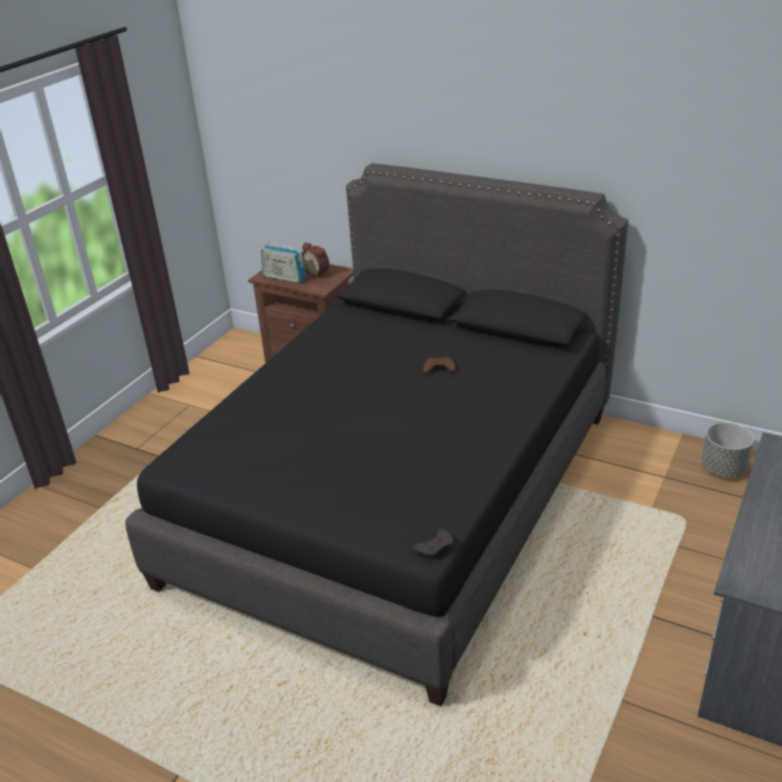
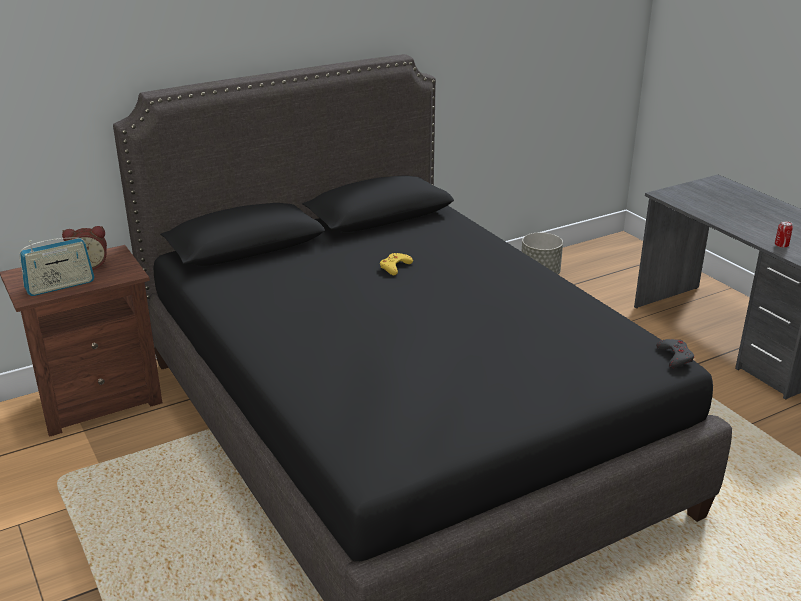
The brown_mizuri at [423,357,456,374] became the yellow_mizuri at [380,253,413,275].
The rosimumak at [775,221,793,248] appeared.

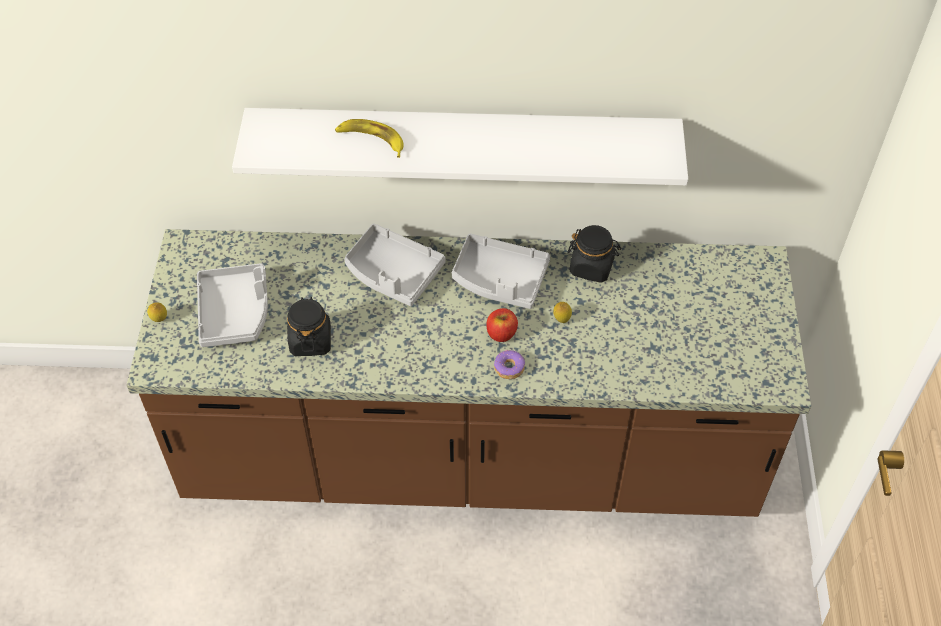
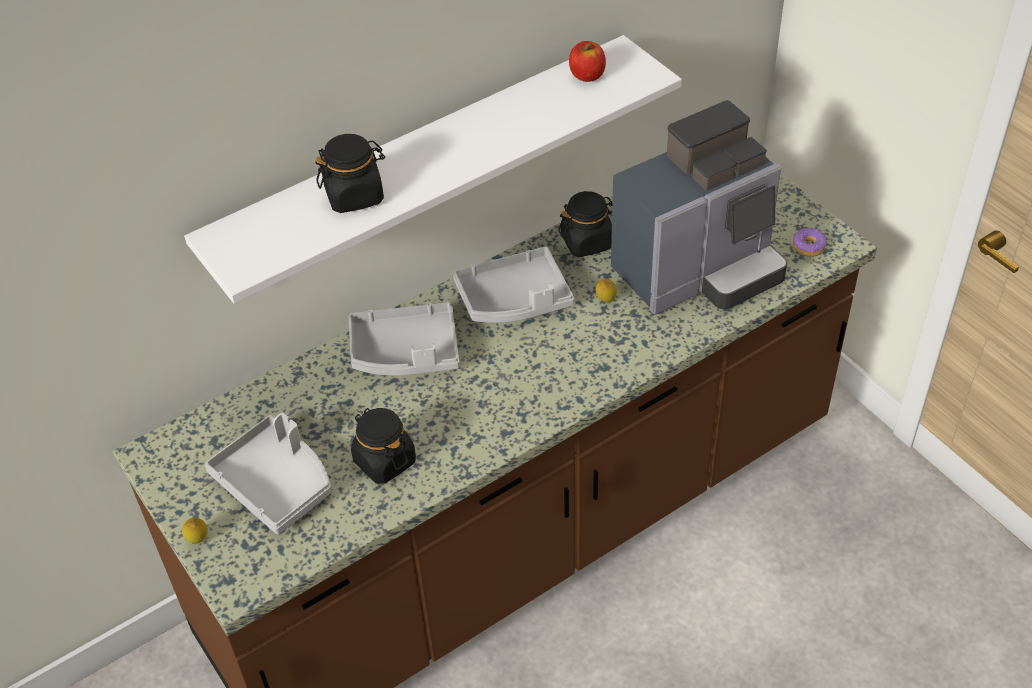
The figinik at [335,119,404,158] was replaced by the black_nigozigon at [315,134,385,213].
The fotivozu moved from [486,308,518,342] to [569,41,606,82].
The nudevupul at [611,100,787,314] appeared.
The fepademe moved from [494,350,525,379] to [793,228,827,257].

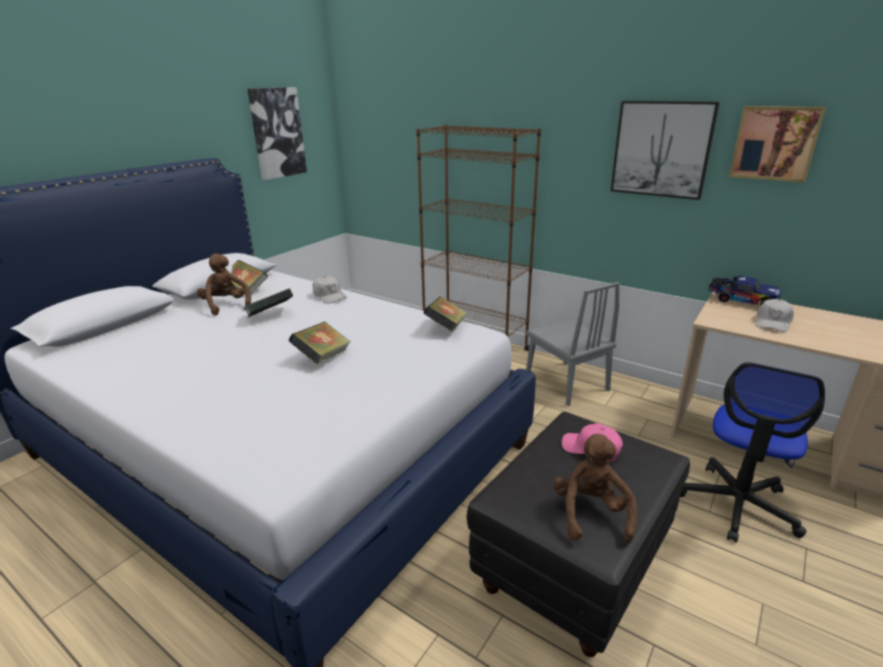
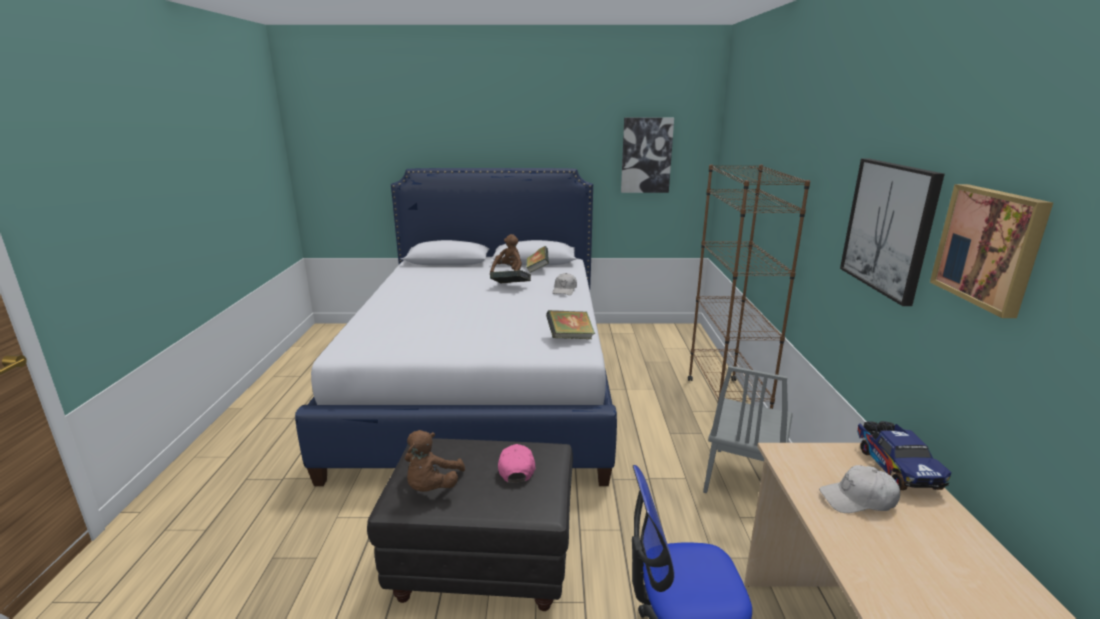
The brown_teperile at [553,434,638,543] turned 135 degrees clockwise.
The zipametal at [289,322,351,364] disappeared.

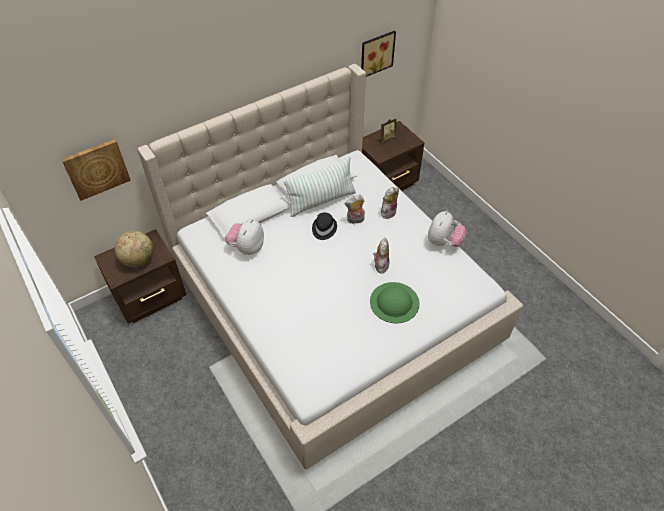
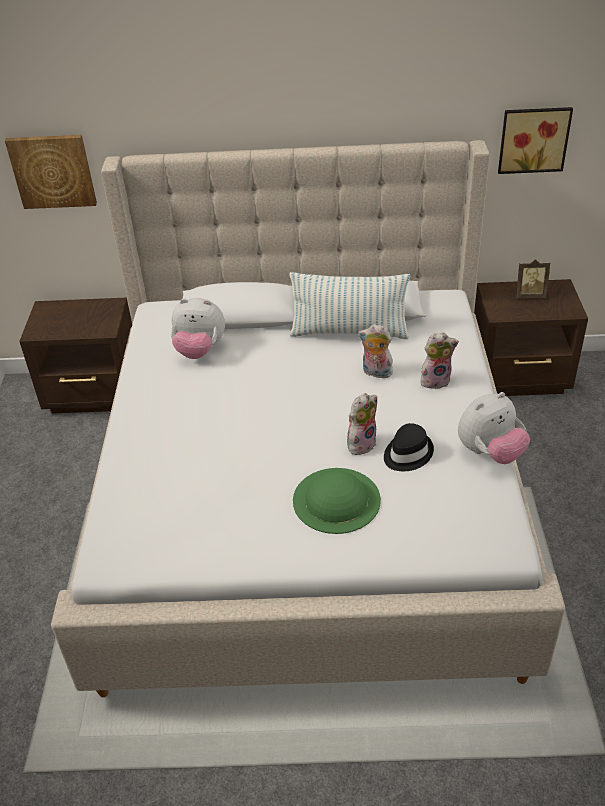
The teperile at [225,219,264,255] turned 135 degrees counterclockwise.
The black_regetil moved from [312,213,337,240] to [384,423,434,471].
The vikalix at [115,231,153,267] disappeared.

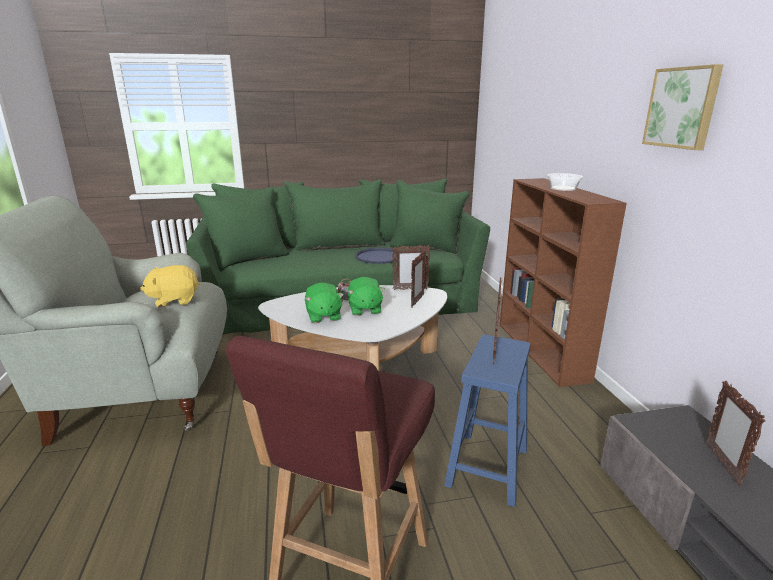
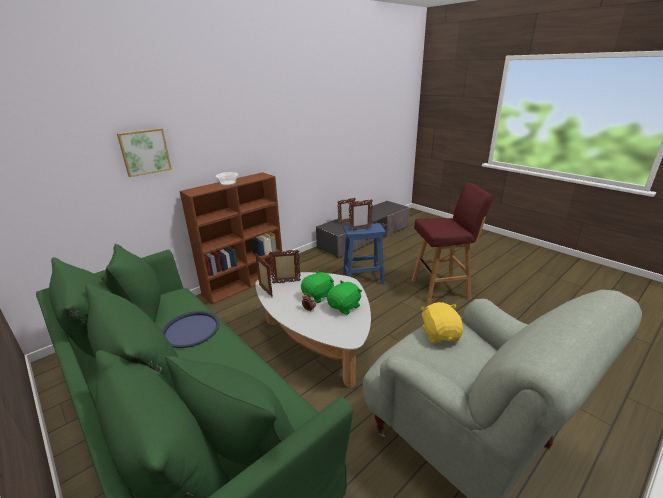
The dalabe moved from [642,64,724,150] to [117,128,172,177].
The yellow_teperile at [140,265,199,307] turned 135 degrees counterclockwise.

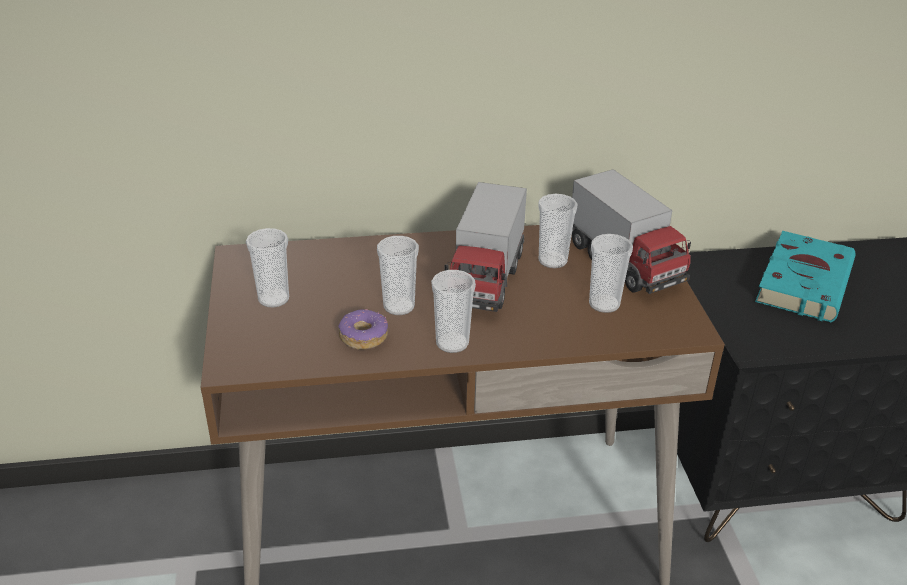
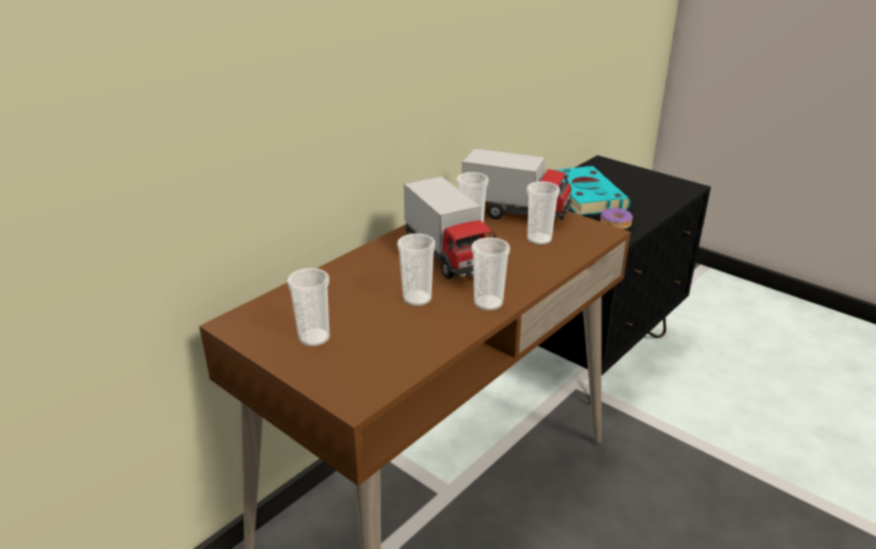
The fepademe moved from [339,309,388,350] to [600,207,633,229].

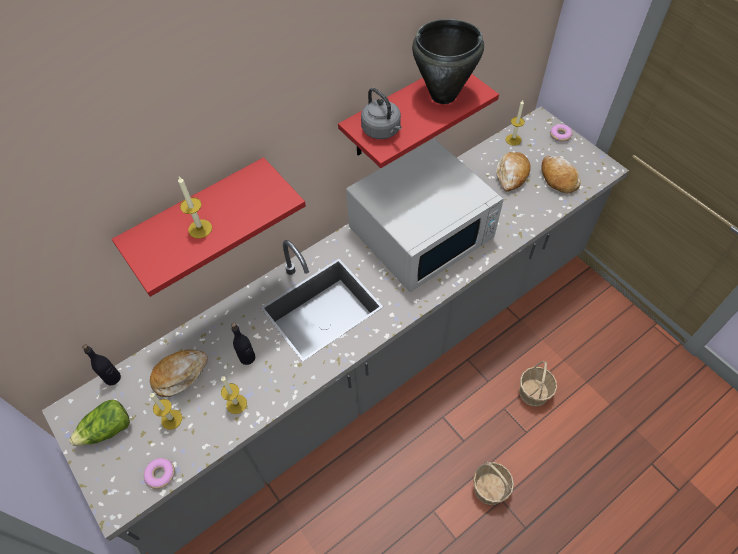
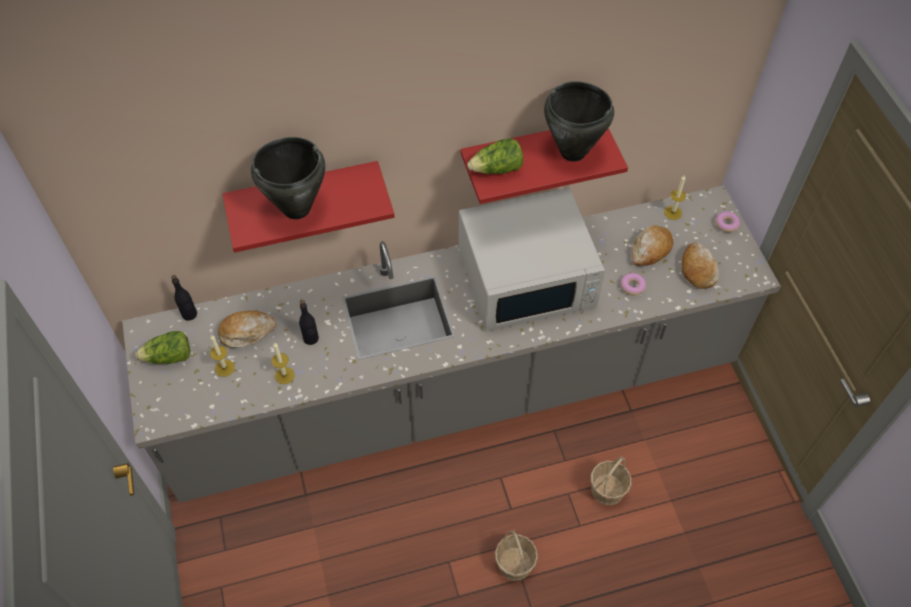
The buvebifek at [178,177,212,239] was replaced by the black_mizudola at [251,137,325,219].
The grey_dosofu at [361,88,402,139] was replaced by the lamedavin at [467,138,523,174].
The fepademe moved from [144,458,175,489] to [620,273,646,296].

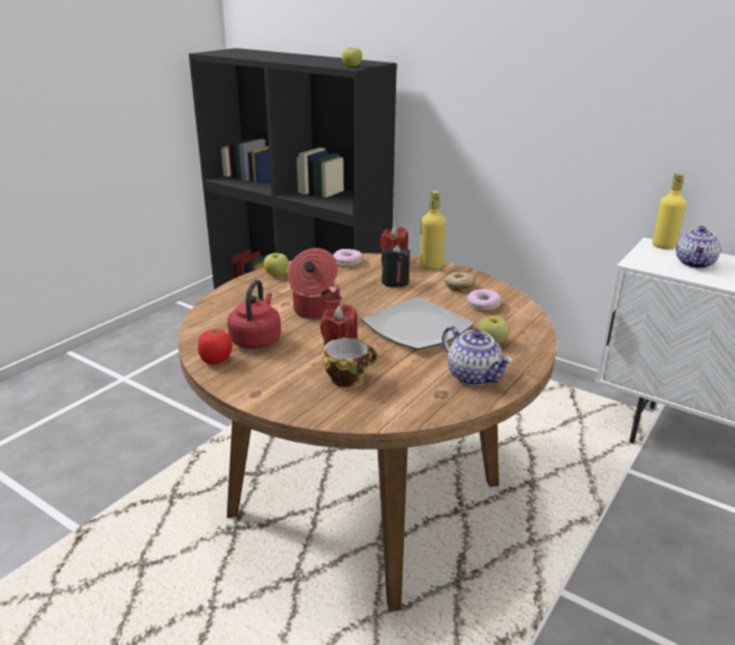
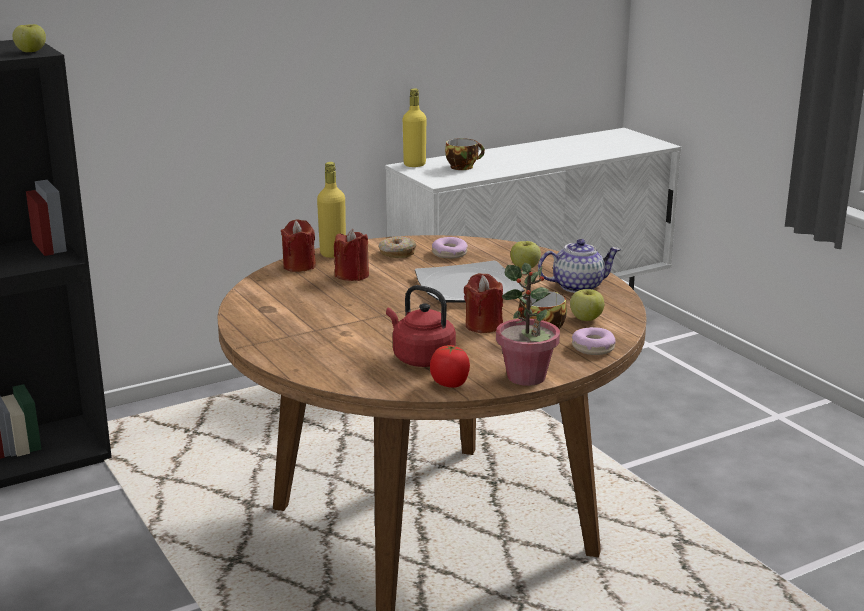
The black_buvebifek at [382,245,411,288] became the red_buvebifek at [334,229,369,281].
The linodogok at [676,226,721,268] was replaced by the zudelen at [445,138,485,170].
The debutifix at [496,263,560,386] appeared.
The fotivozu moved from [264,253,289,276] to [570,289,604,321].
The fepademe moved from [333,249,363,267] to [572,327,616,355].
The mizudola at [288,248,342,320] disappeared.

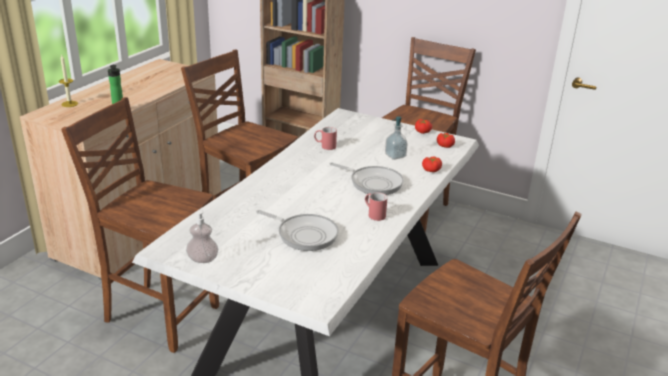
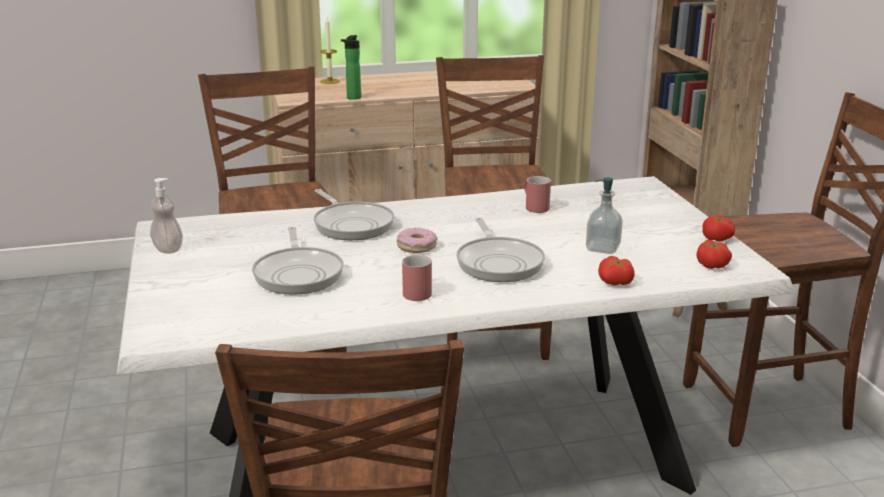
The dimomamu at [314,189,394,240] appeared.
The fepademe at [397,228,437,253] appeared.

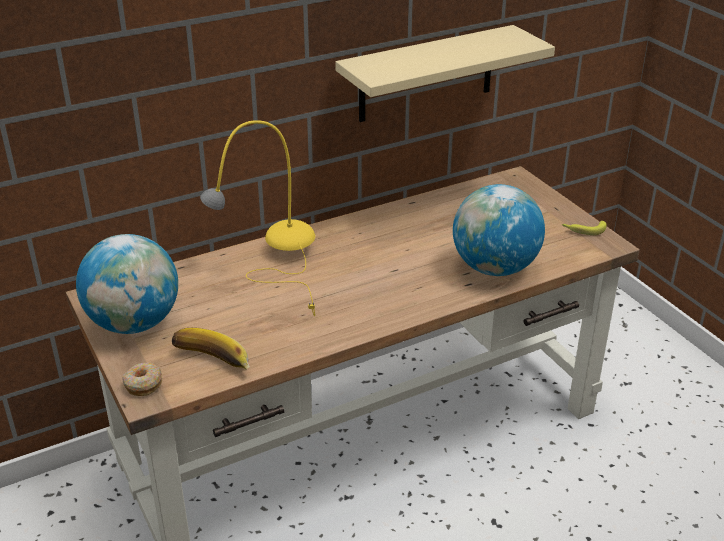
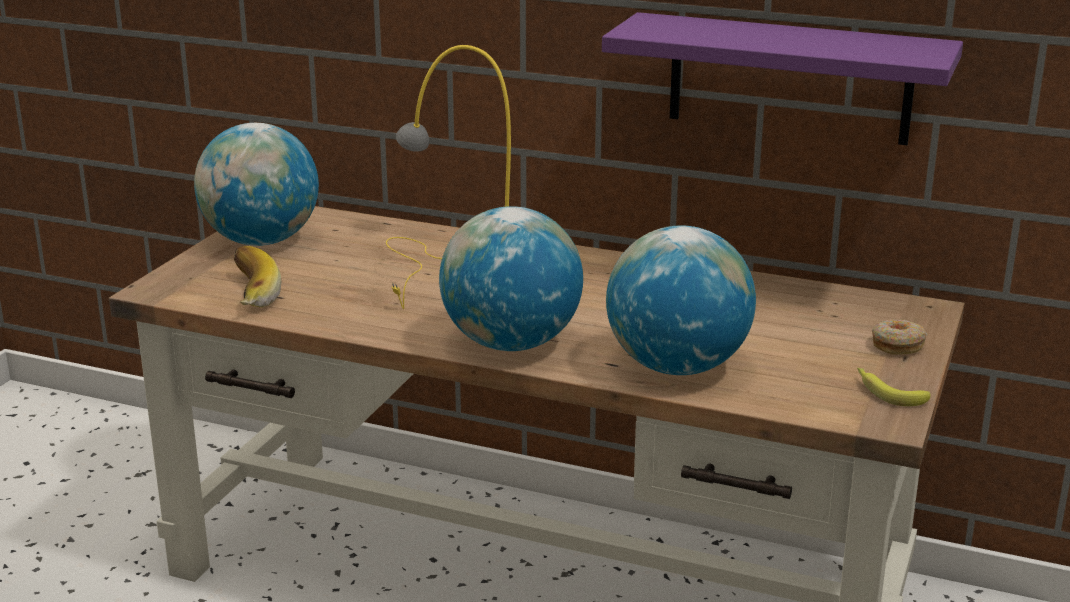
The vikalix at [439,206,583,351] appeared.
The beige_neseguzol at [335,25,555,122] became the purple_neseguzol at [602,12,963,145].
The fepademe moved from [122,363,162,396] to [872,319,927,354].

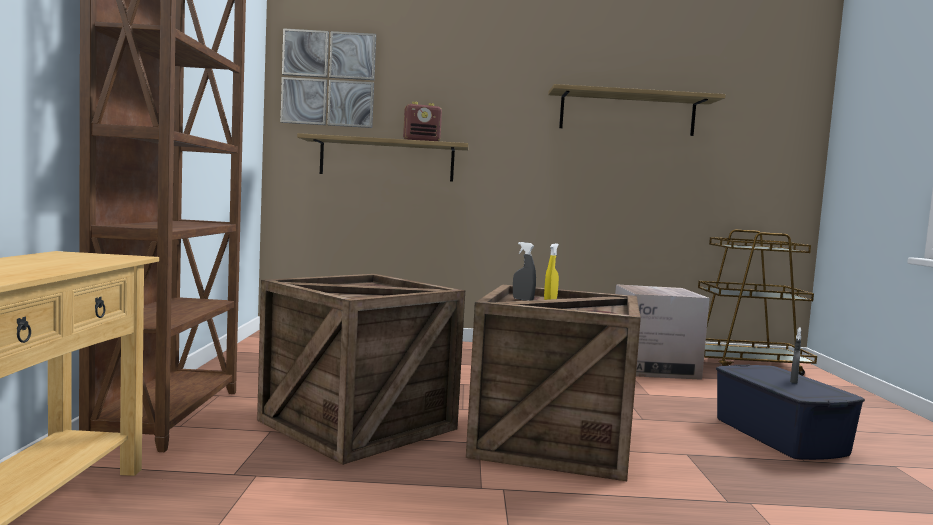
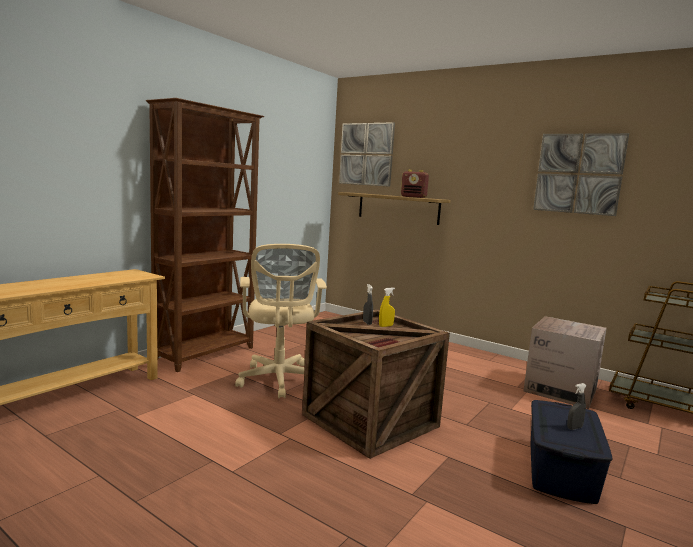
The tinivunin at [257,274,465,465] was replaced by the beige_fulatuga at [235,244,327,399].
The neseguzol at [548,84,726,136] was replaced by the dalabe at [533,133,629,216].

